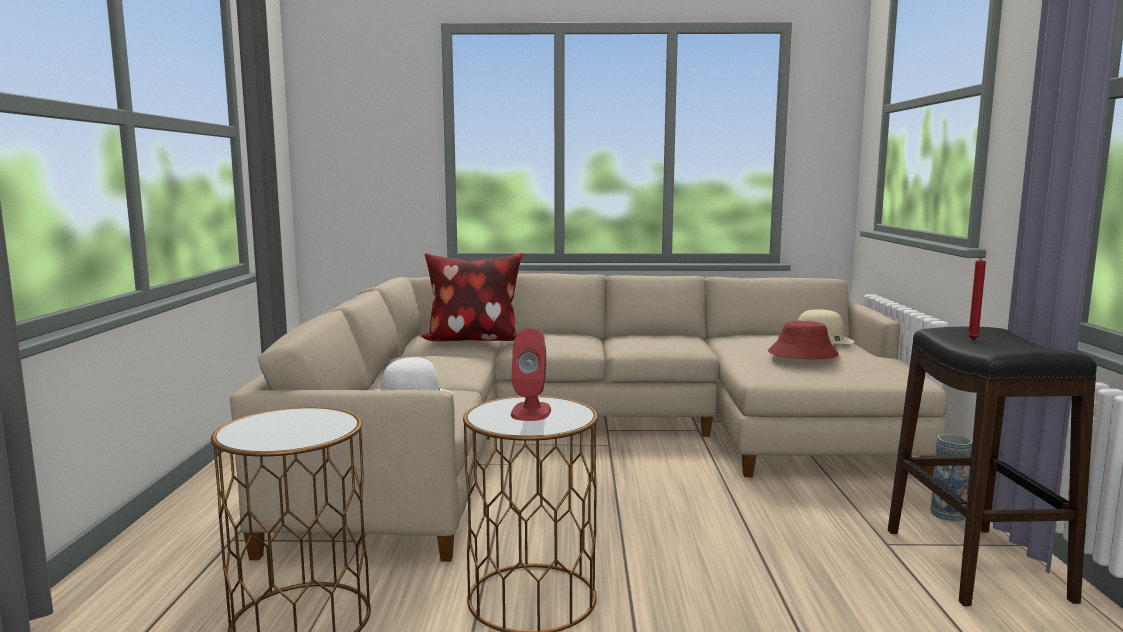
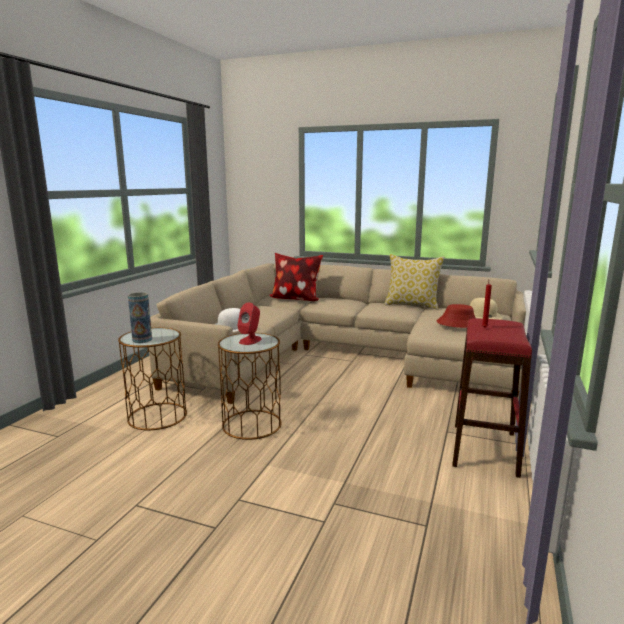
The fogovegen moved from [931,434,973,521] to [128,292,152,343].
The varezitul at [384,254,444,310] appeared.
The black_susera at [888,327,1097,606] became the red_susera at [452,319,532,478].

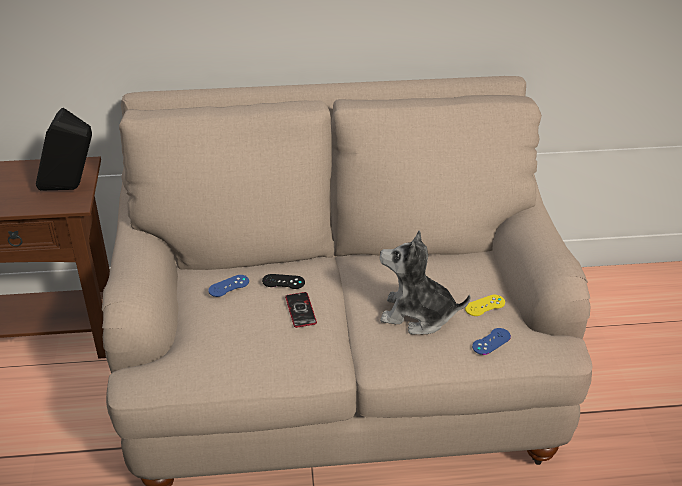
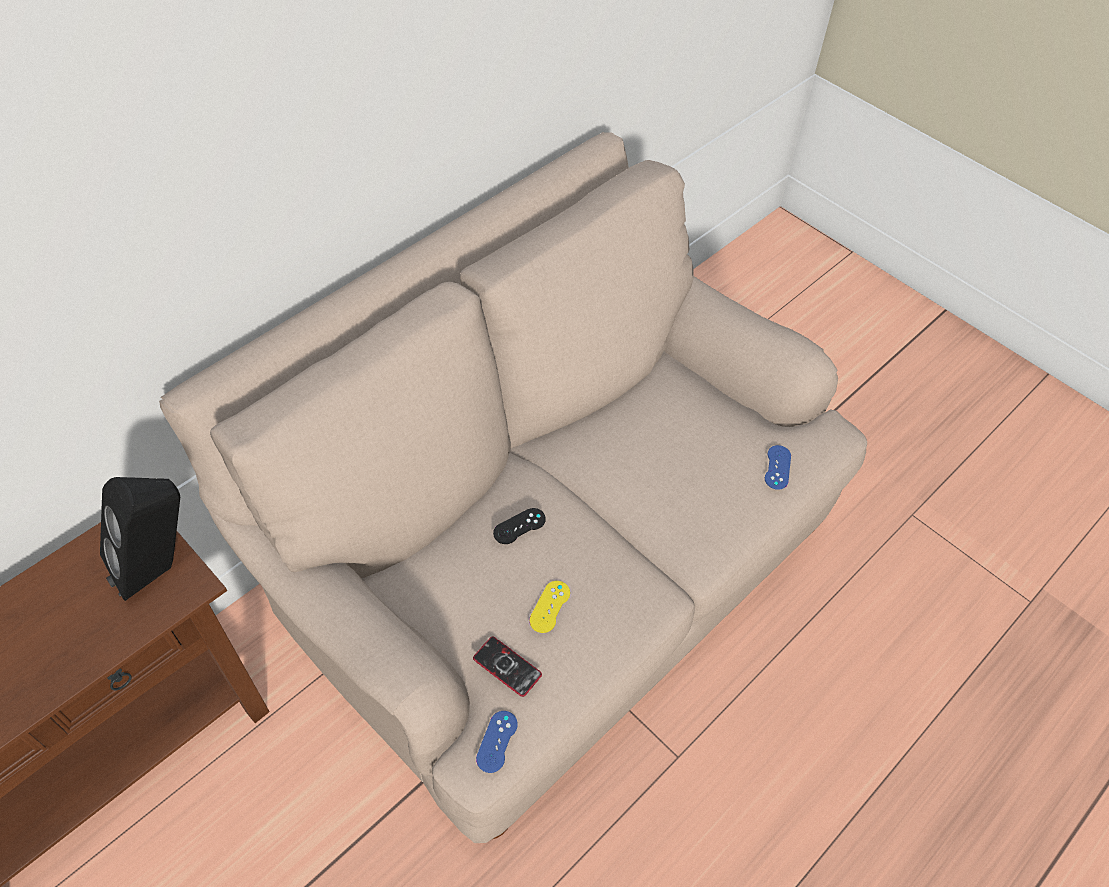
The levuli moved from [285,292,317,328] to [473,637,542,697].
The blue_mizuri moved from [208,275,249,297] to [476,711,518,773].
The yellow_mizuri moved from [465,295,505,316] to [529,581,570,633].
The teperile at [380,230,471,335] disappeared.

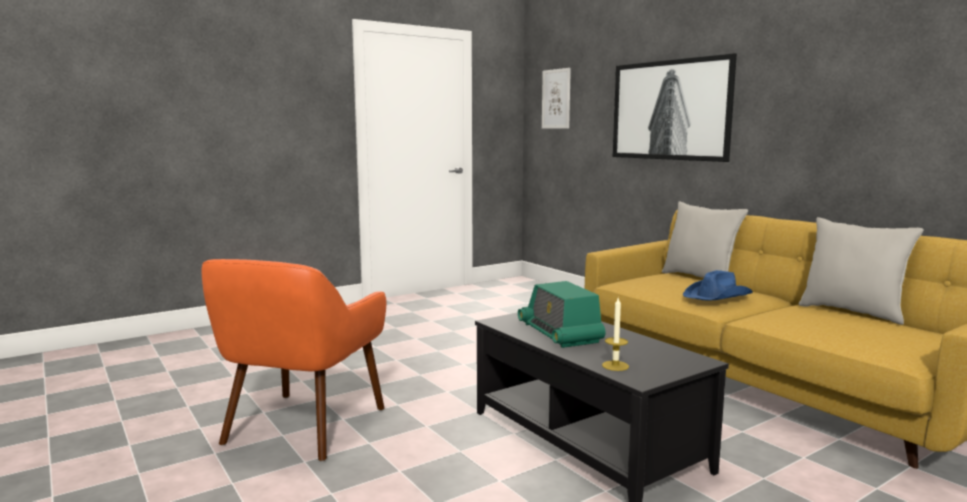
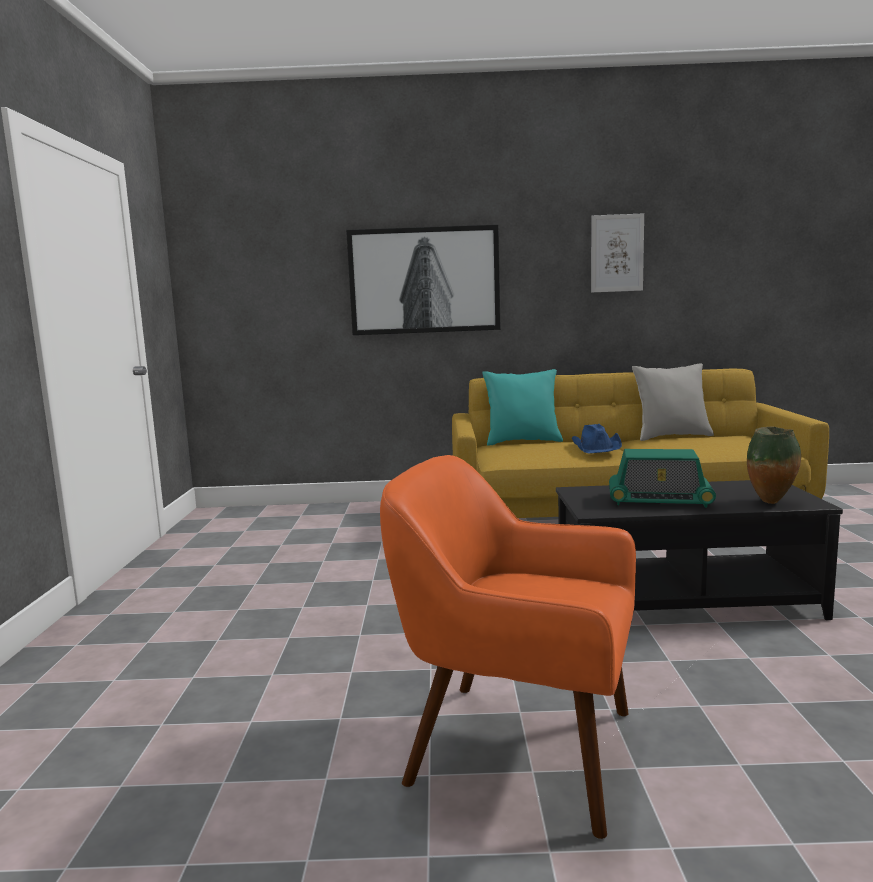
The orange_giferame at [202,259,386,461] turned 150 degrees clockwise.
The grey_varezitul at [662,201,748,278] became the turquoise_varezitul at [482,369,563,446].
The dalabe moved from [542,68,571,129] to [591,213,644,292].
The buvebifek at [602,298,629,371] was replaced by the fogovegen at [747,427,801,504].

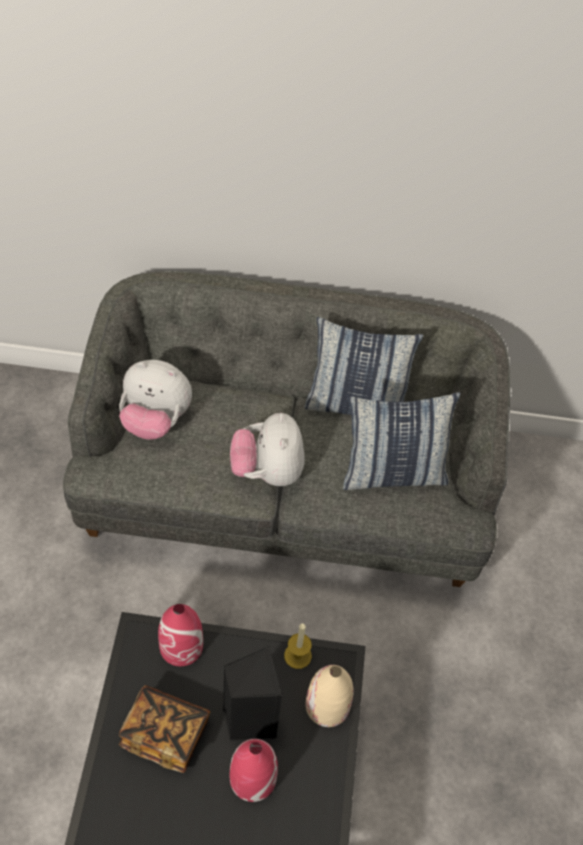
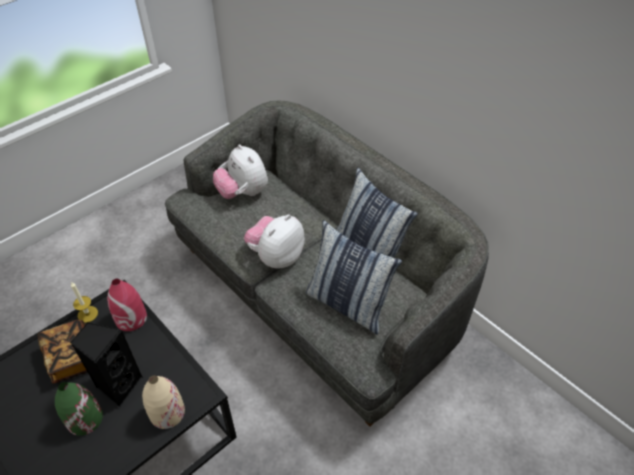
The red_fogovegen at [229,739,278,802] became the green_fogovegen at [55,382,103,436].
The buvebifek moved from [284,624,312,669] to [71,282,98,323].

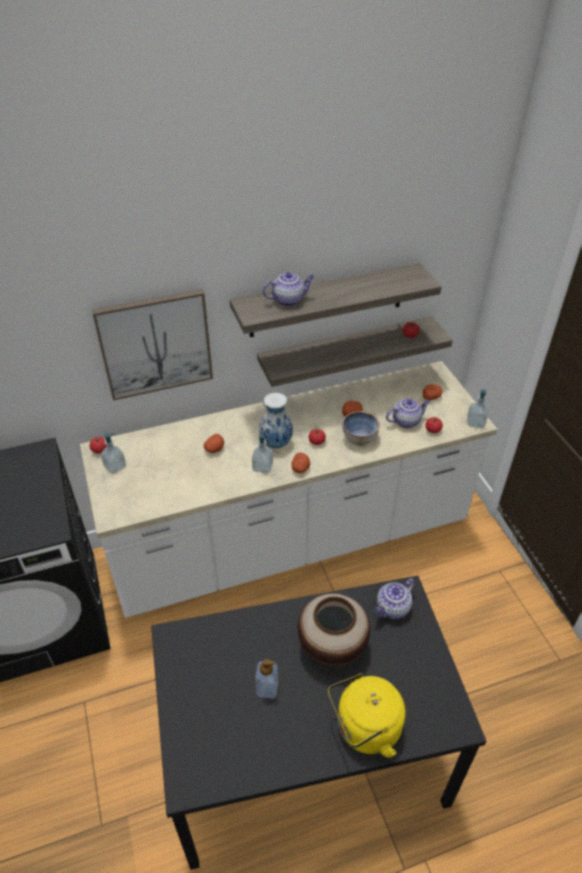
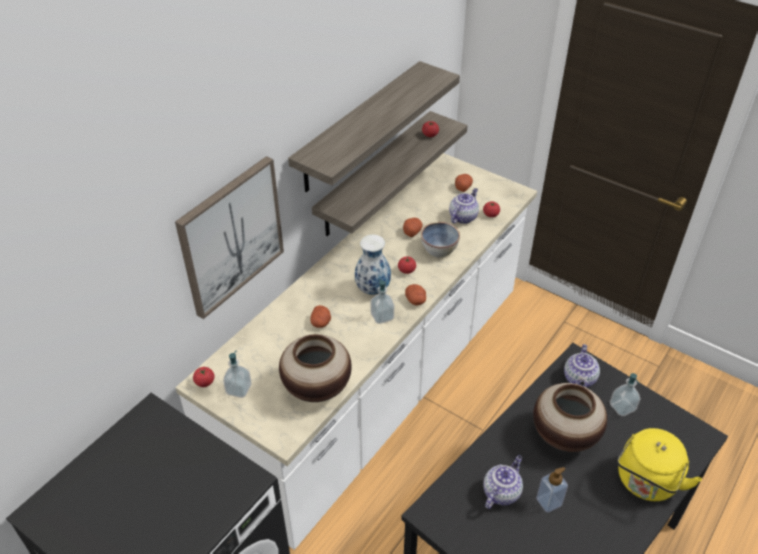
The fogovegen at [279,334,352,402] appeared.
The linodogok moved from [262,272,314,306] to [483,455,523,509].
The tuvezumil moved from [467,390,488,428] to [610,373,641,416].

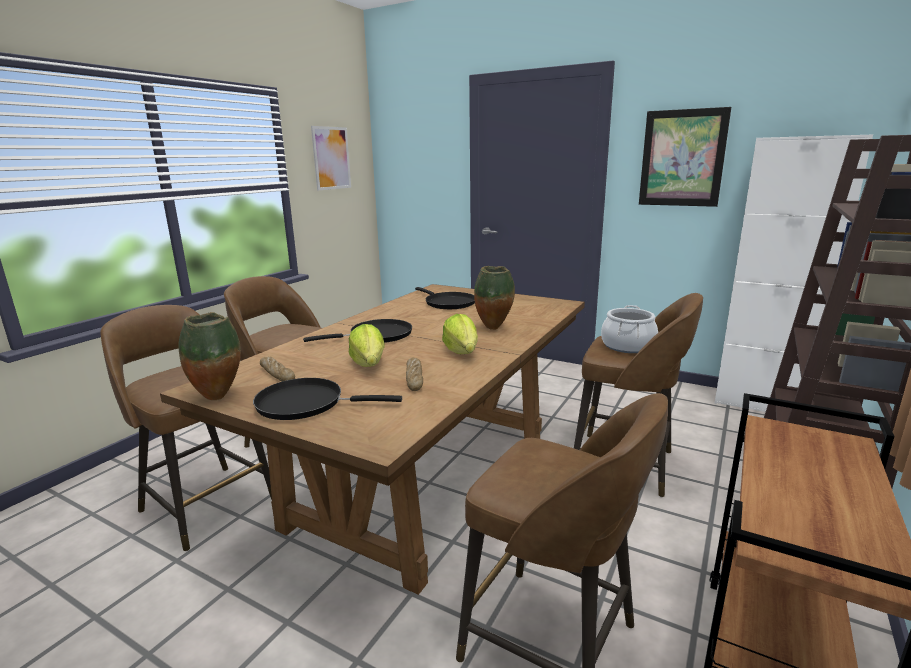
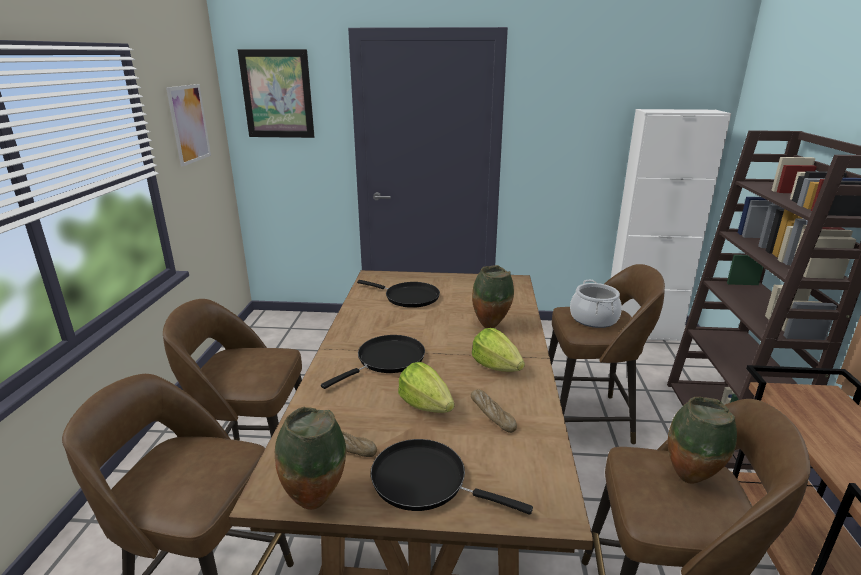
The dalabe moved from [639,107,731,207] to [238,49,314,138].
The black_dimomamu at [253,378,402,420] turned 45 degrees clockwise.
The fogovegen at [668,397,737,484] appeared.

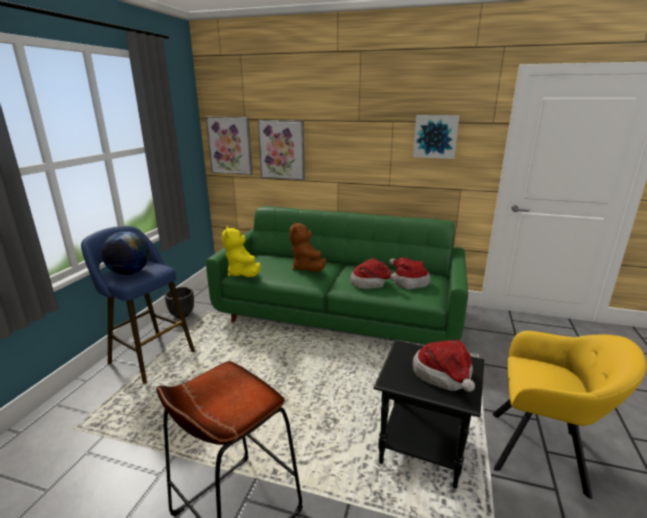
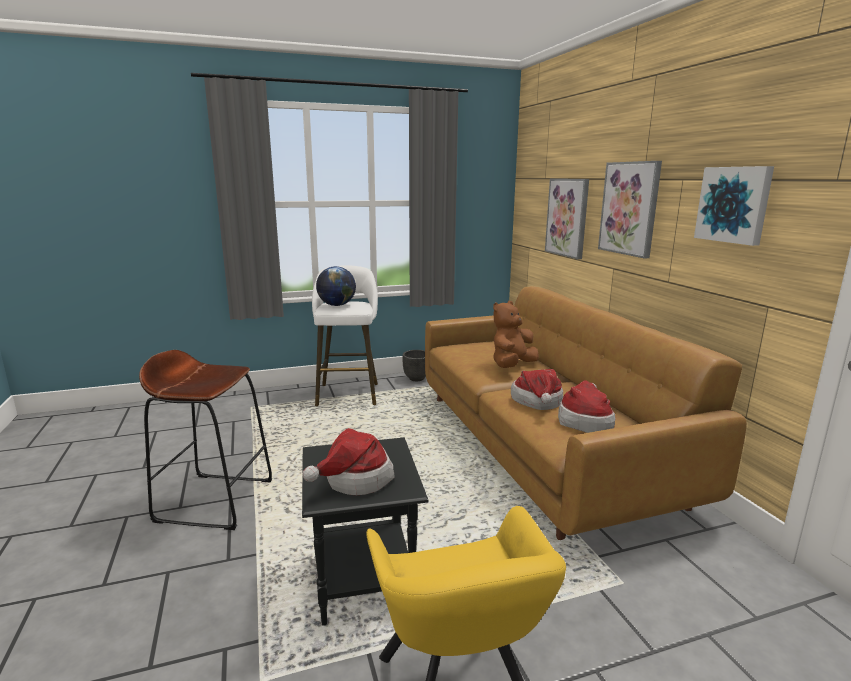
The blue_susera at [81,226,195,384] became the white_susera at [312,265,378,406].
The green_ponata at [206,206,468,344] became the brown_ponata at [425,286,747,540].
The dalabe moved from [206,117,253,175] to [598,161,662,259].
The yellow_teperile at [222,226,261,277] disappeared.

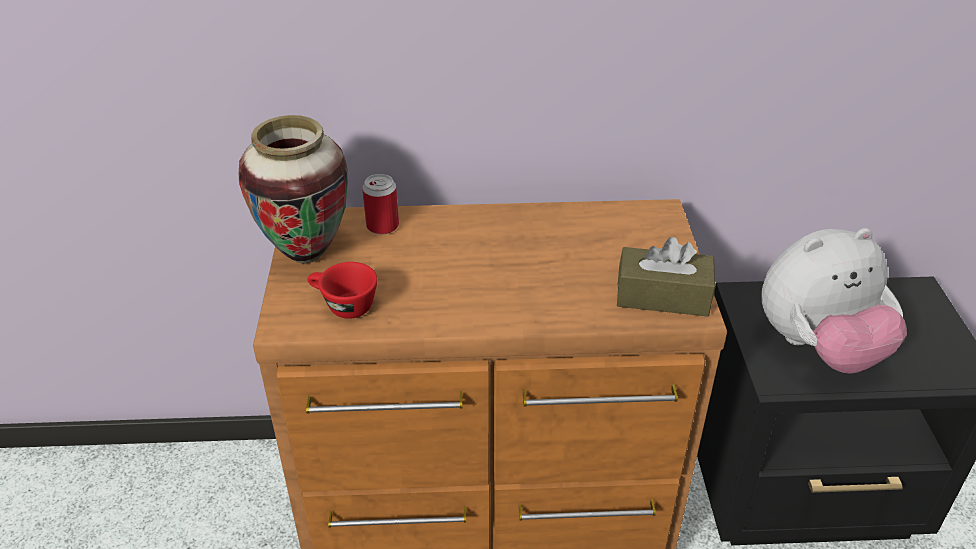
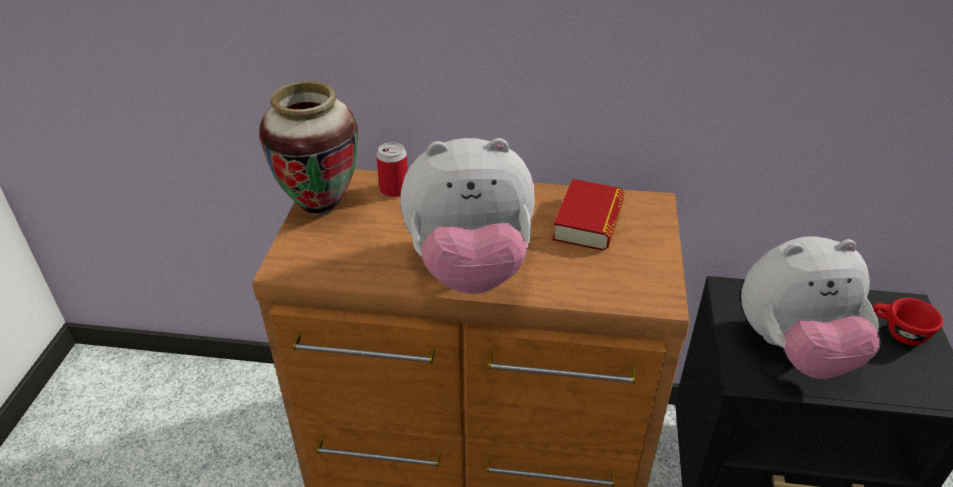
The teperile at [400,138,535,294] appeared.
The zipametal at [553,179,624,251] appeared.
The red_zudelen moved from [307,262,377,319] to [873,298,943,345].
The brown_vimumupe at [617,237,715,317] disappeared.

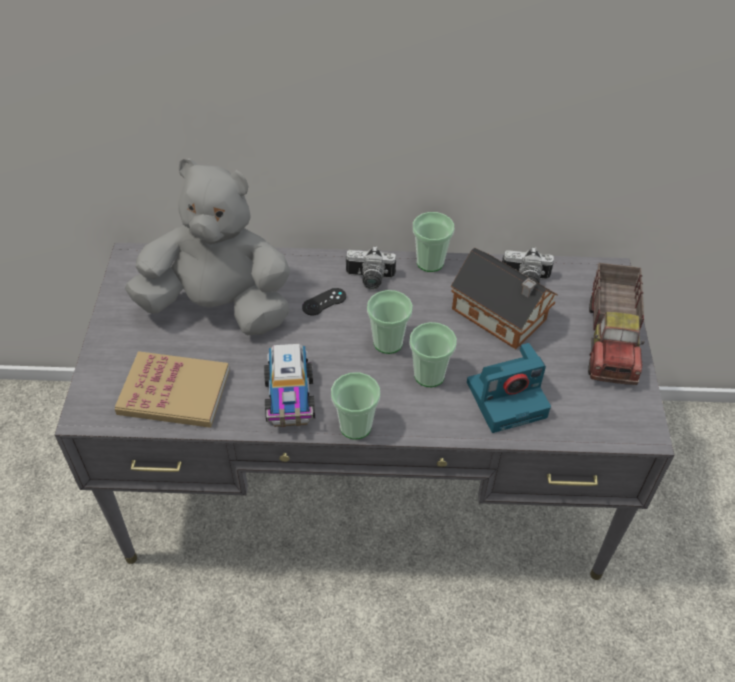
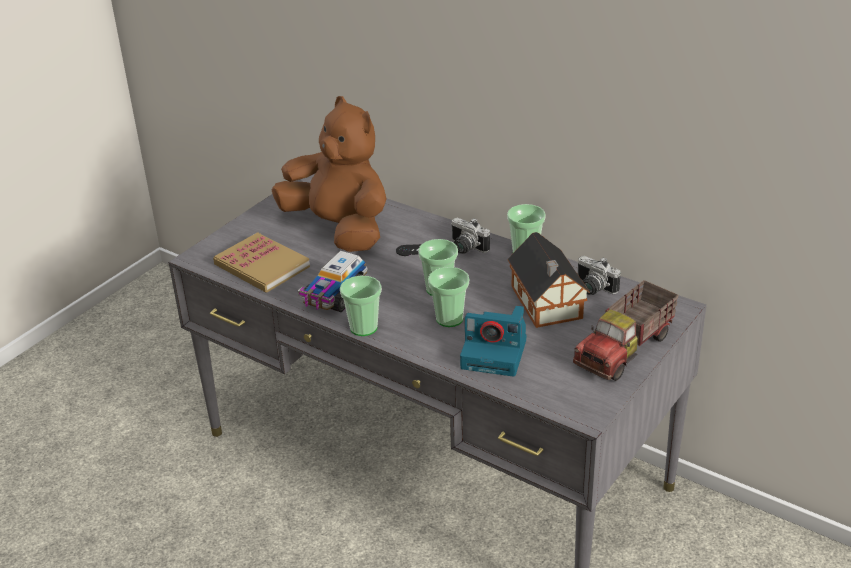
The grey_teperile at [125,158,290,335] became the brown_teperile at [272,96,387,252].

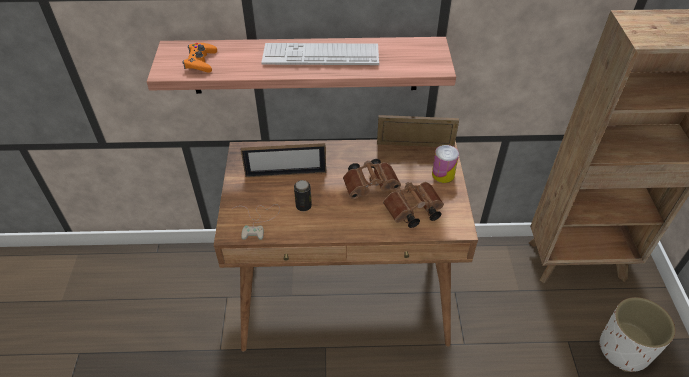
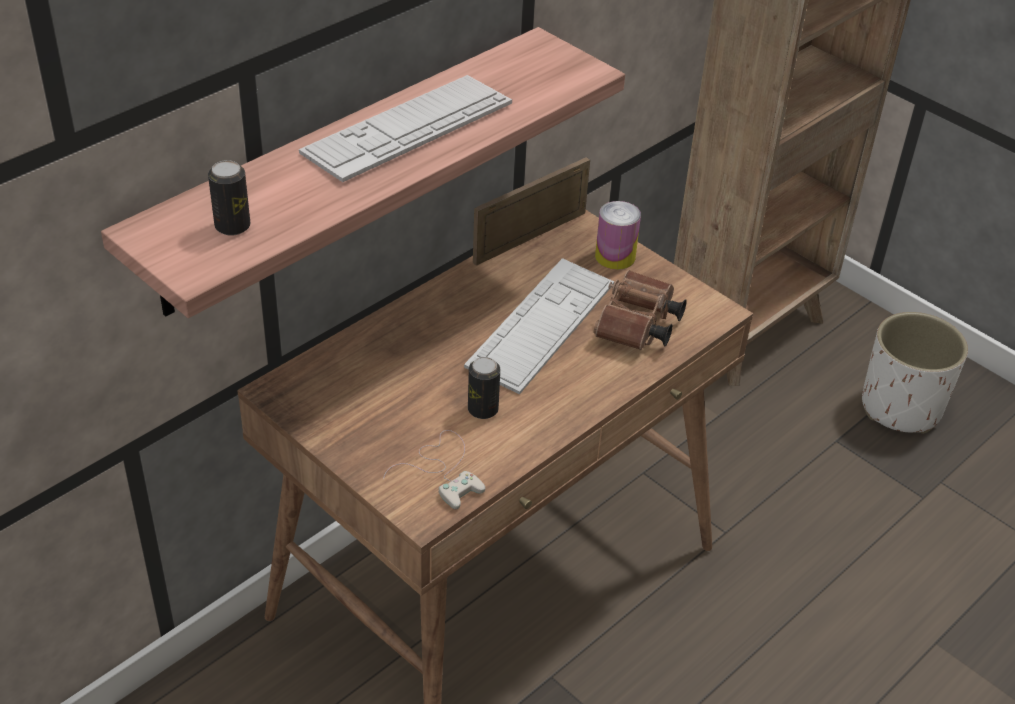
The orange_mizuri at [183,43,217,73] was replaced by the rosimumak at [208,160,250,236].
The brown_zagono at [343,159,401,199] was replaced by the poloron at [464,258,614,395].
The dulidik at [241,143,326,177] disappeared.

